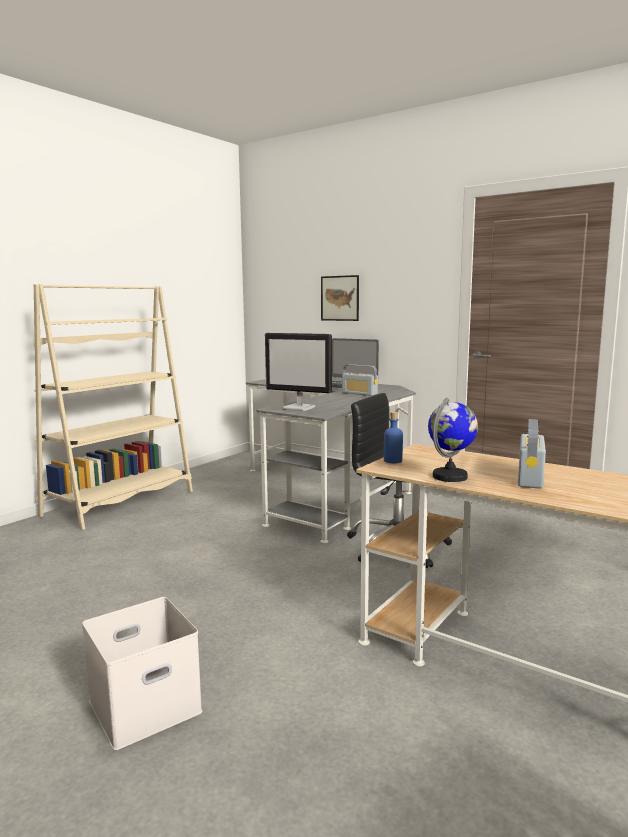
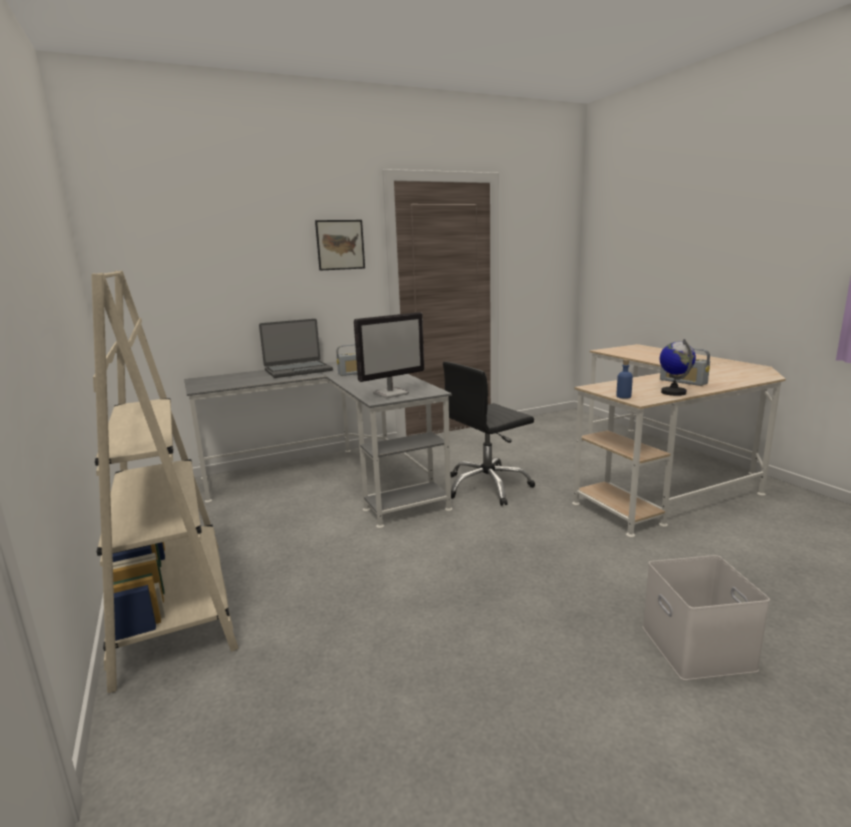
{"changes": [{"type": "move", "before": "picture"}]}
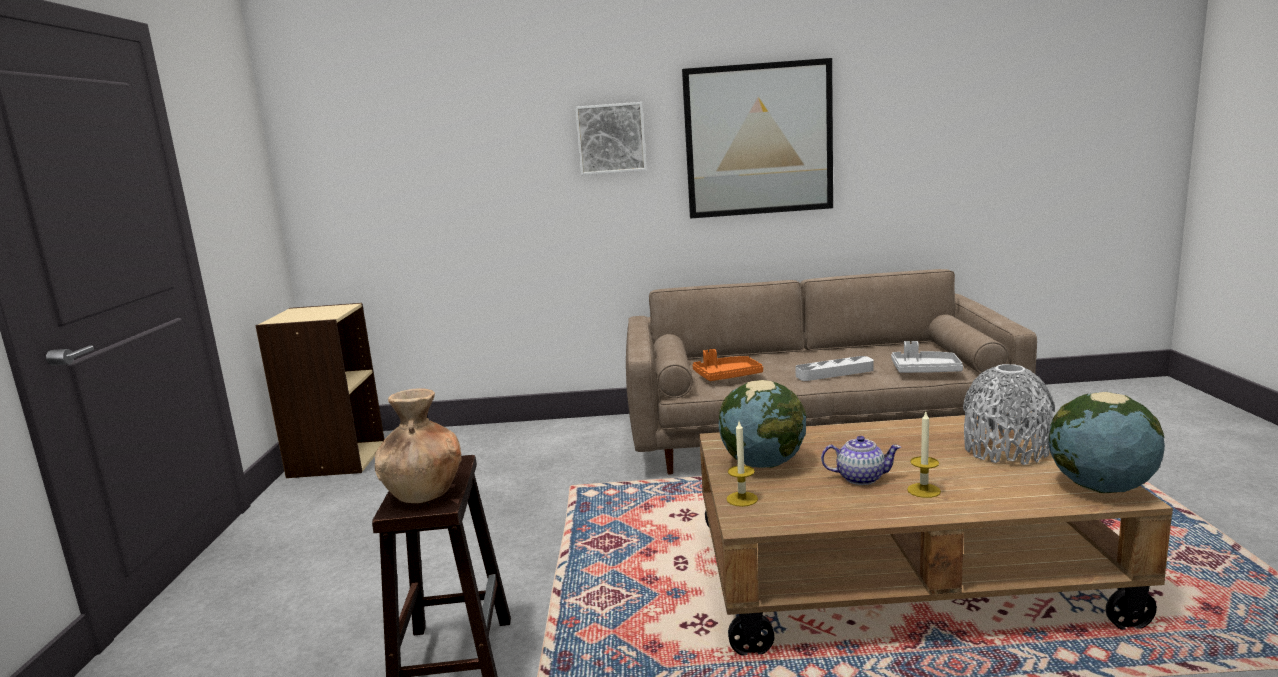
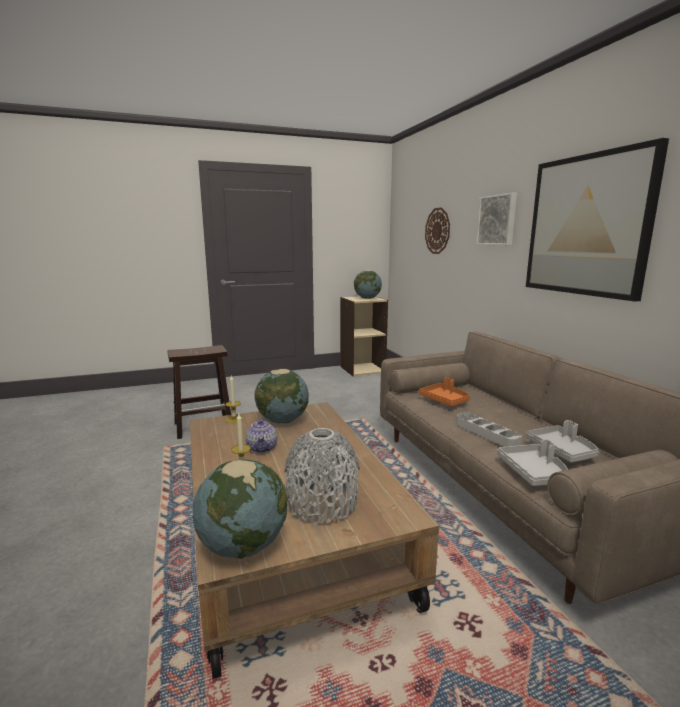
{"changes": [{"type": "delete", "before": "brown_vase"}, {"type": "insert", "after": "globe (3rd from left)"}, {"type": "insert", "after": "wall_clock"}, {"type": "insert", "after": "grey_tray (3rd from left)"}]}
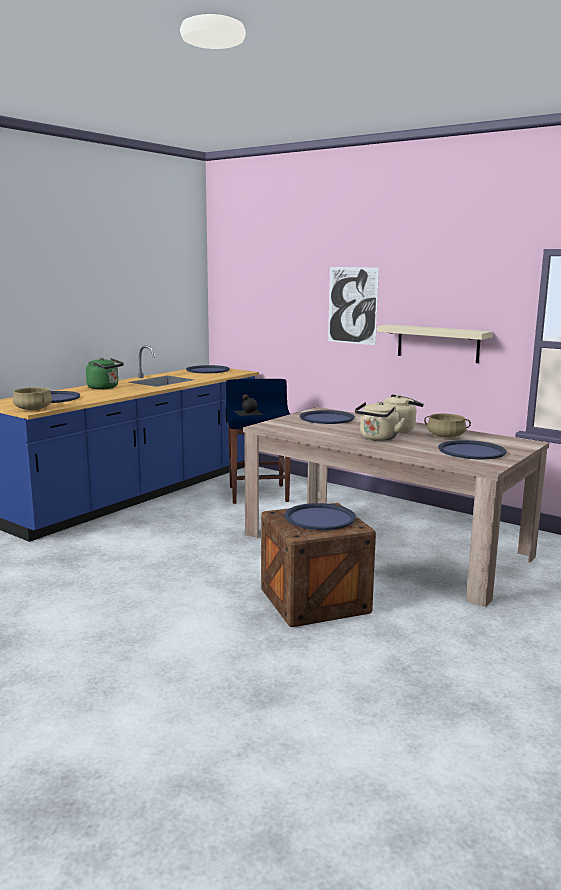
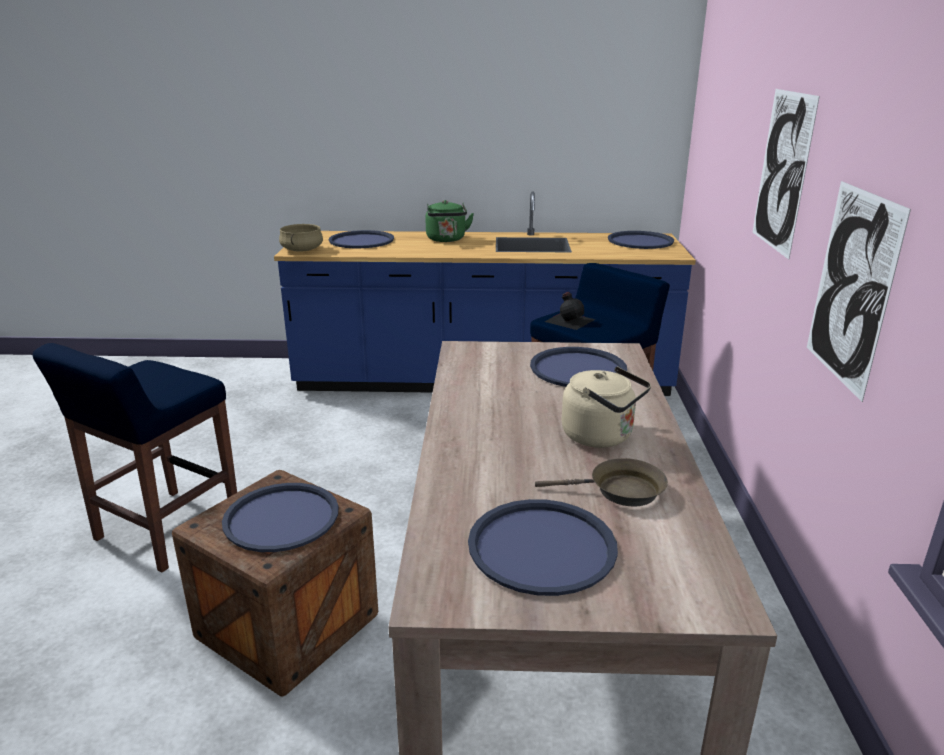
{"changes": [{"type": "delete", "before": "beige_kettle (1st from left)"}, {"type": "insert", "after": "blue_stool (1st from left)"}, {"type": "replace", "before": "beige_shelf", "after": "picture (2nd from left)"}, {"type": "replace", "before": "beige_cooking_pot (2nd from left)", "after": "brown_frying_pan"}]}
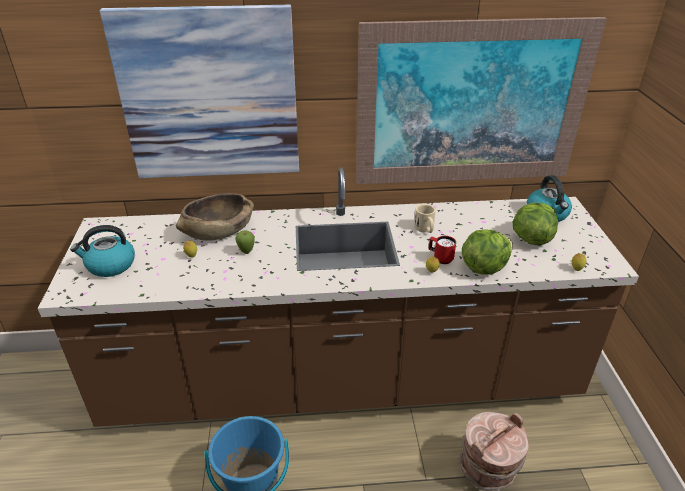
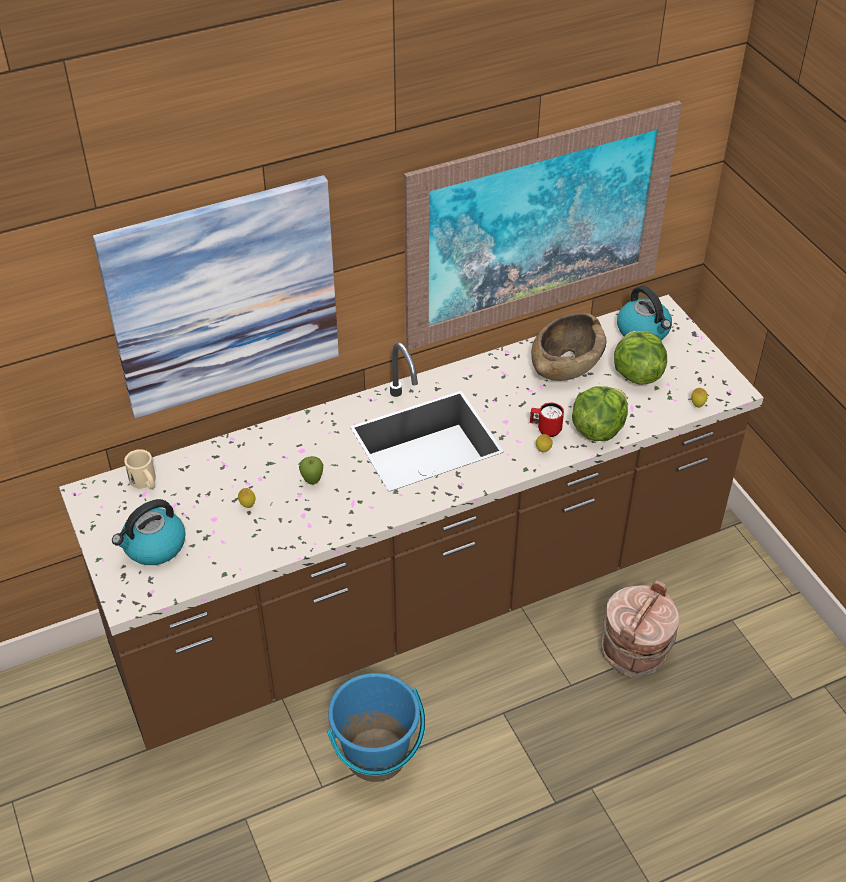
{"changes": [{"type": "move", "before": "brown_bowl"}, {"type": "move", "before": "beige_mug"}]}
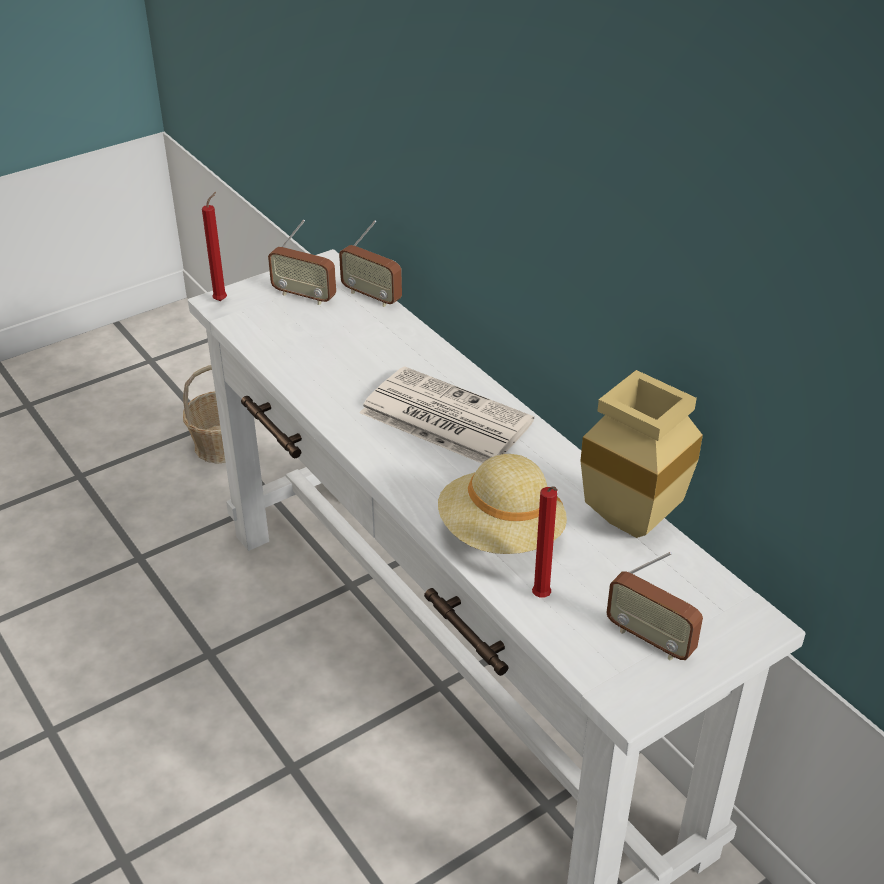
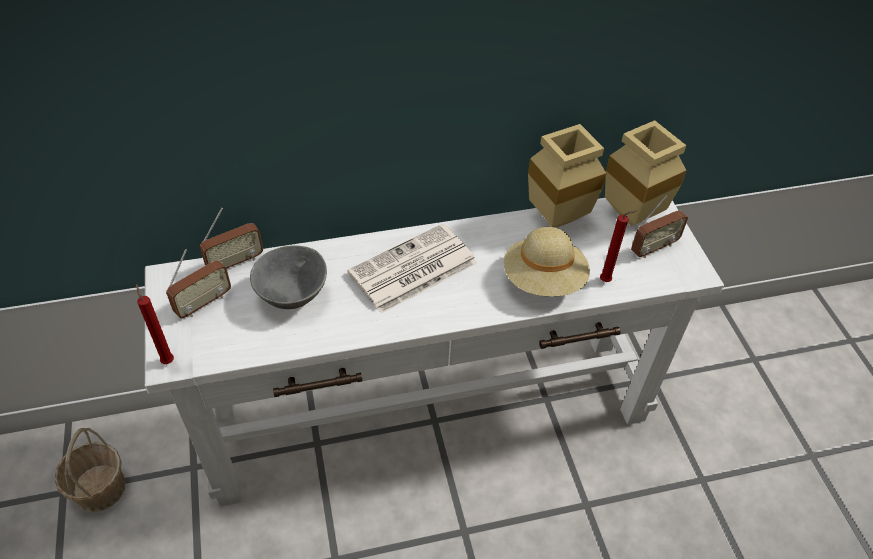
{"changes": [{"type": "insert", "after": "grey_bowl"}, {"type": "insert", "after": "beige_vase (2nd from left)"}]}
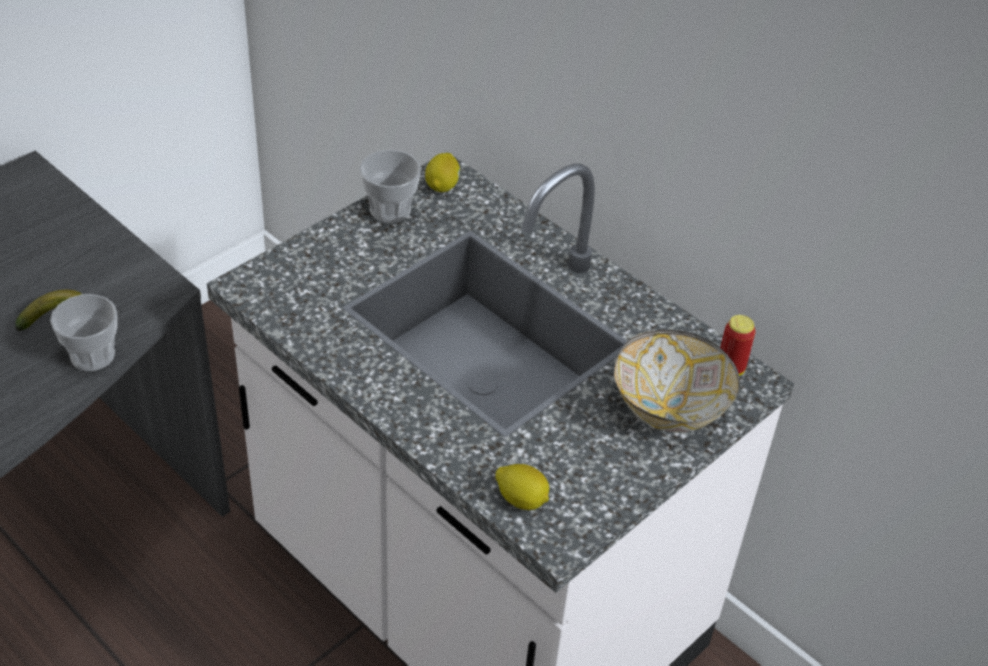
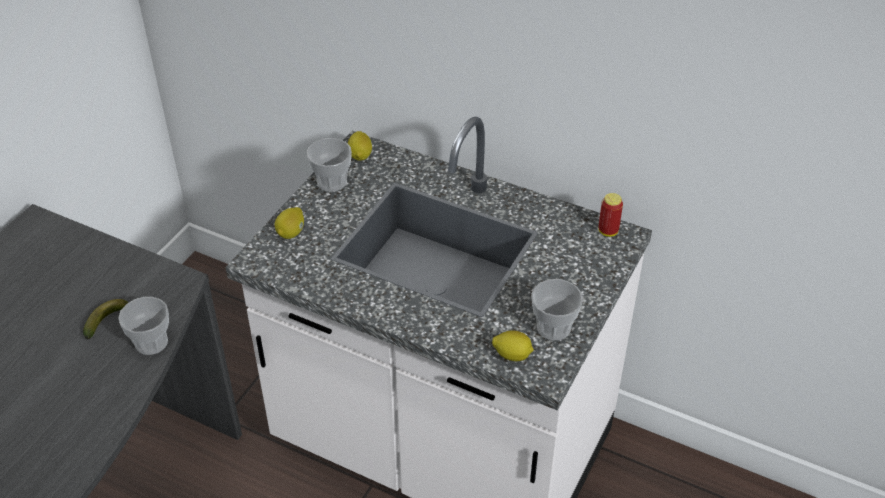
{"changes": [{"type": "delete", "before": "bowl"}, {"type": "insert", "after": "lemon (1st from left)"}, {"type": "insert", "after": "cup (3rd from left)"}]}
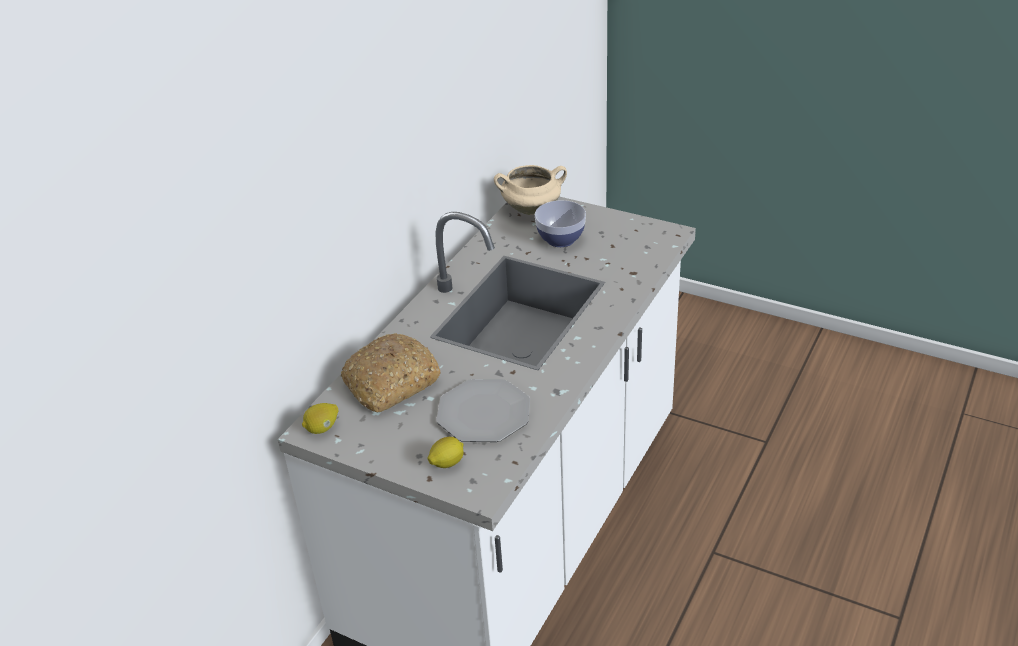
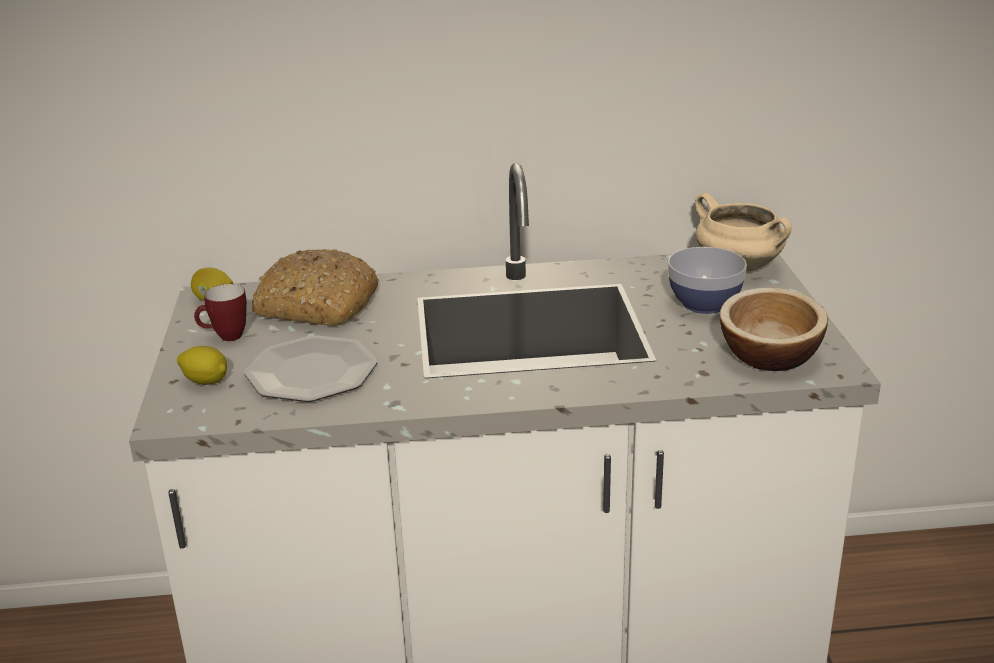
{"changes": [{"type": "insert", "after": "mug"}, {"type": "insert", "after": "bowl (2nd from left)"}]}
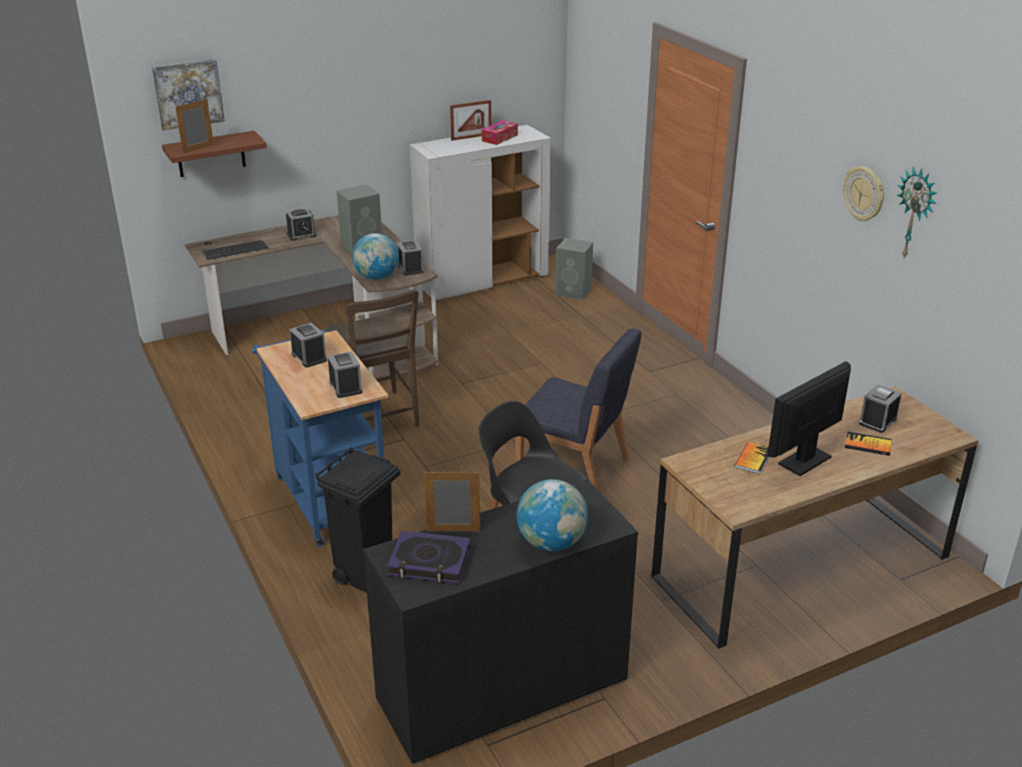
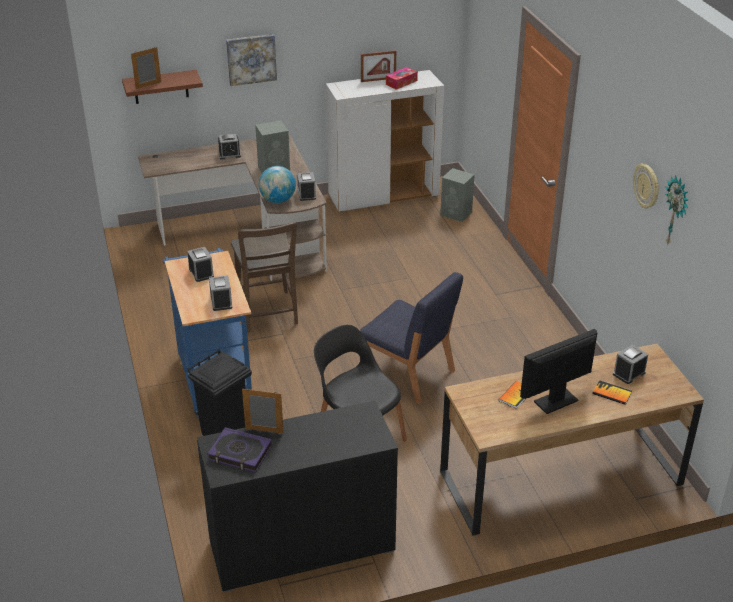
{"changes": [{"type": "delete", "before": "keyboard"}, {"type": "delete", "before": "globe (2nd from left)"}, {"type": "move", "before": "picture"}]}
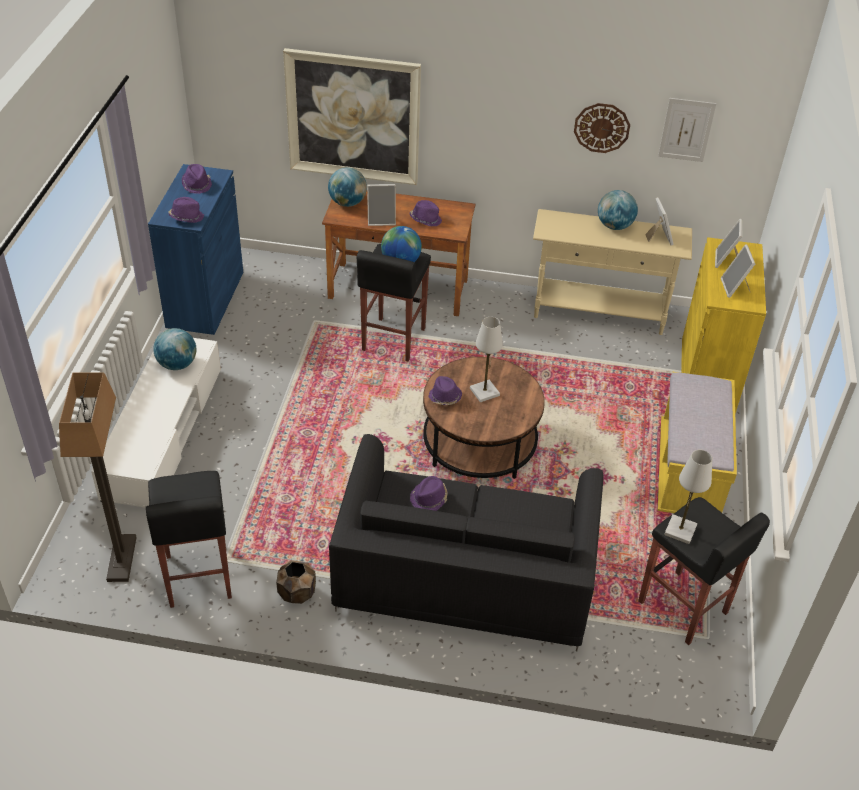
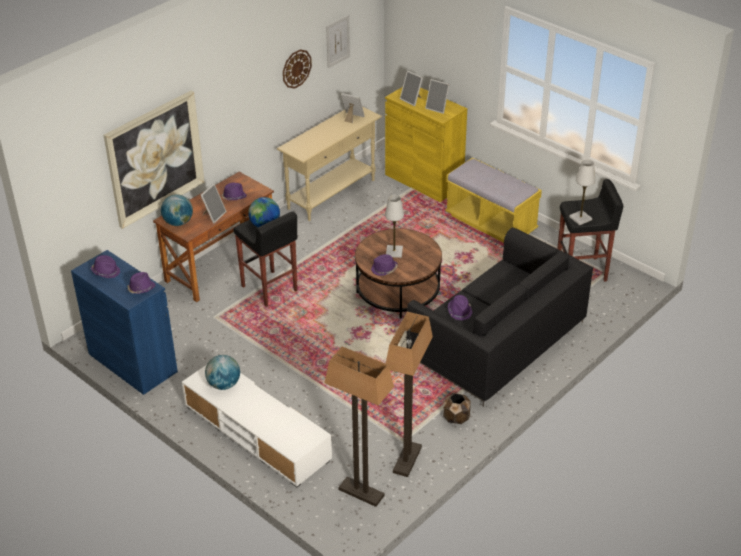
{"changes": [{"type": "delete", "before": "globe (4th from left)"}, {"type": "replace", "before": "black_stool (1st from left)", "after": "floor_lamp (2nd from left)"}]}
